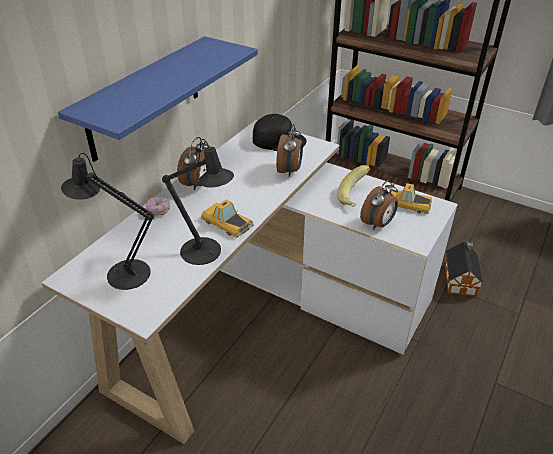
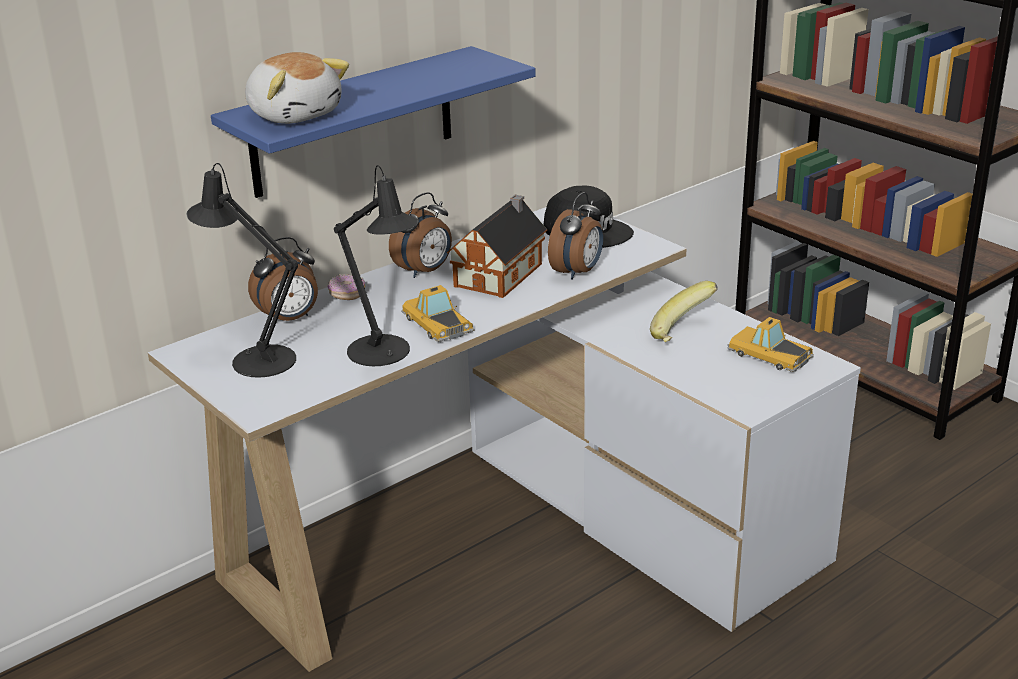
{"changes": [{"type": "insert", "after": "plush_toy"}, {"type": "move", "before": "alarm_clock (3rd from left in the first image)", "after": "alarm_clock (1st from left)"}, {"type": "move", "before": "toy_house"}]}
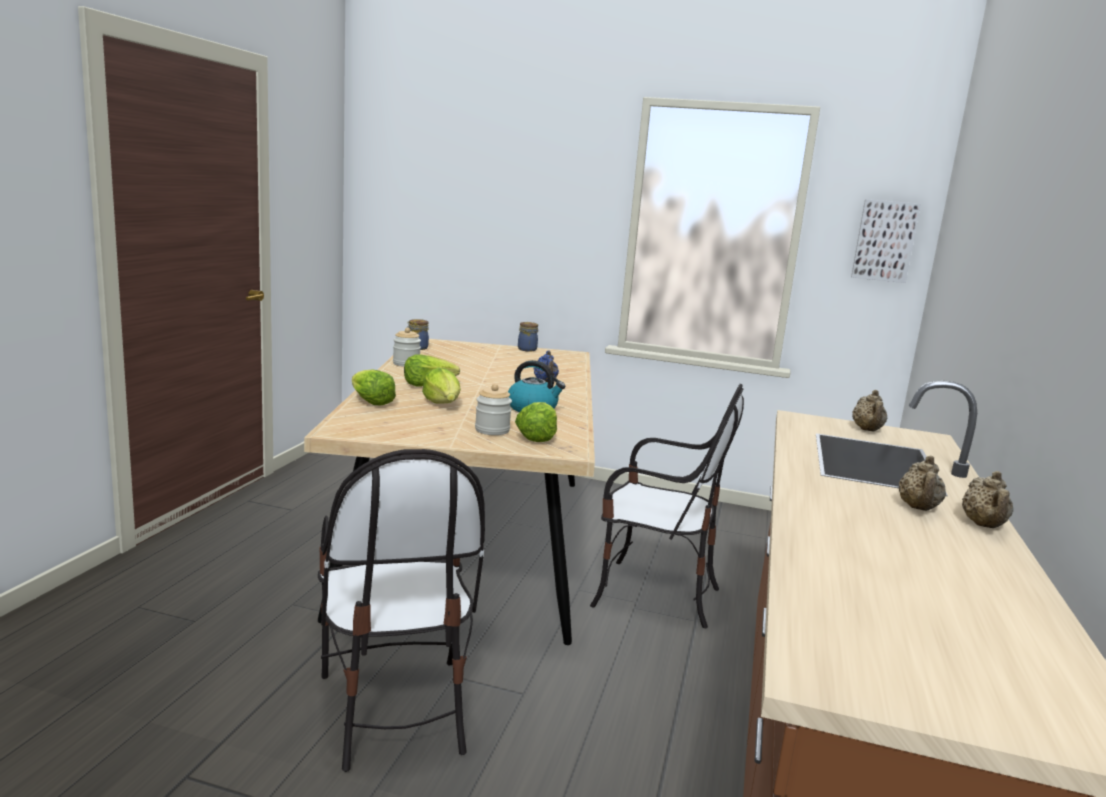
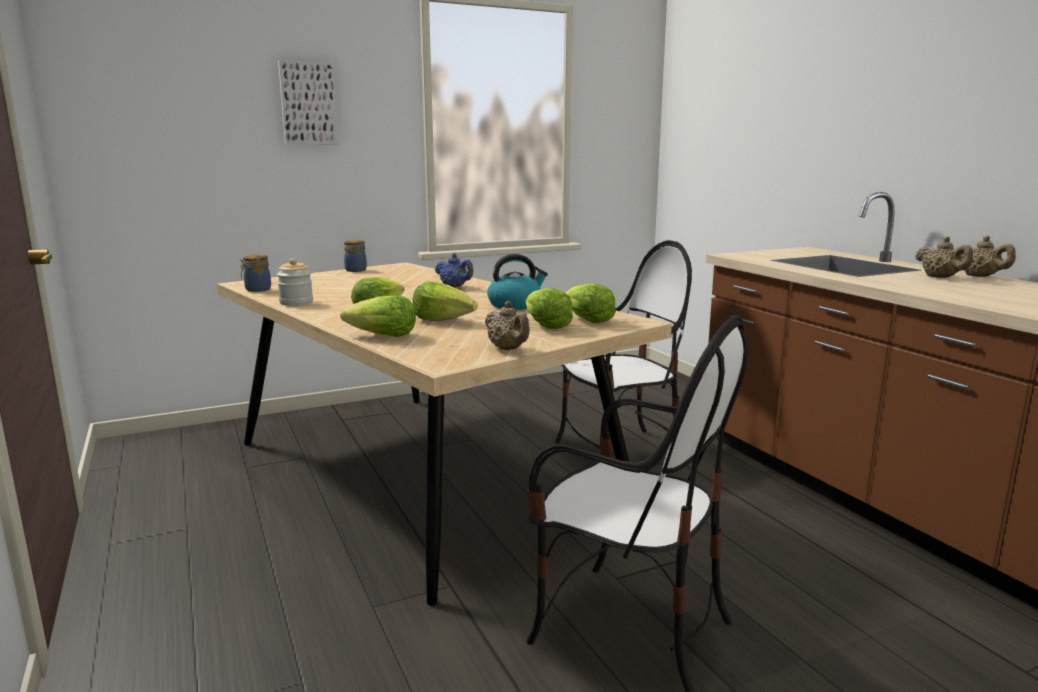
{"changes": [{"type": "move", "before": "picture"}, {"type": "move", "before": "beige_teapot (1st from left)"}, {"type": "replace", "before": "jar (3rd from left)", "after": "lettuce (4th from left)"}]}
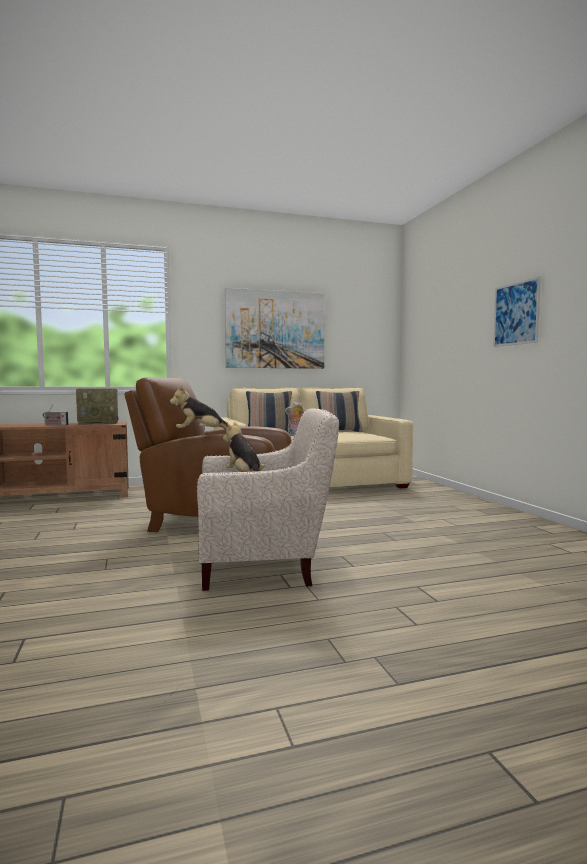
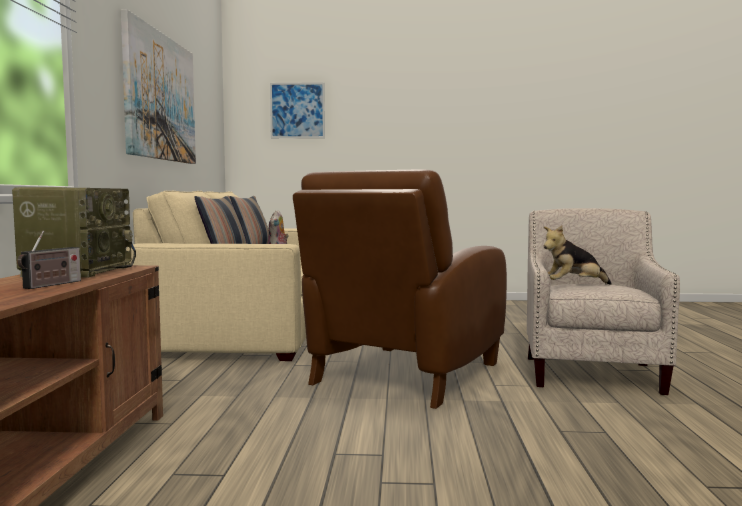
{"changes": [{"type": "delete", "before": "plush_toy (1st from left)"}, {"type": "move", "before": "picture (2nd from left)"}]}
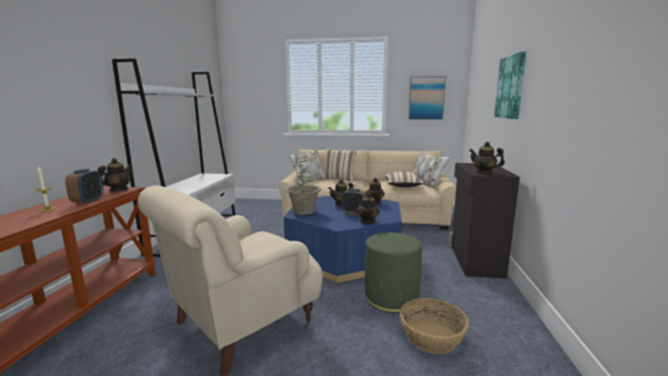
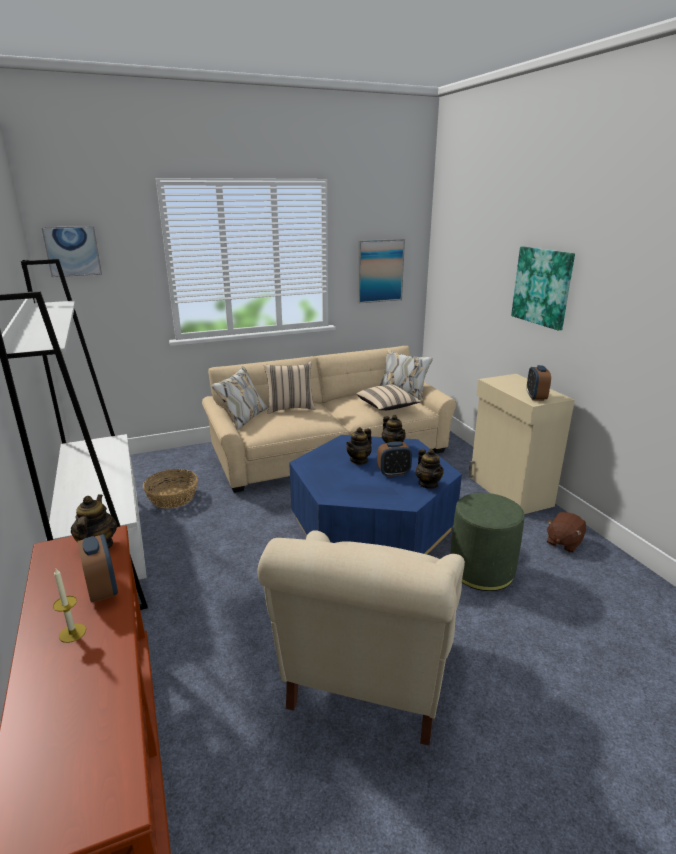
{"changes": [{"type": "delete", "before": "potted_plant"}, {"type": "insert", "after": "picture (1st from left)"}, {"type": "insert", "after": "brown_plush_toy"}, {"type": "move", "before": "basket"}, {"type": "replace", "before": "teapot (5th from left)", "after": "alarm_clock (3rd from left)"}, {"type": "recolor", "before": "black_cabinet", "after": "beige_cabinet"}]}
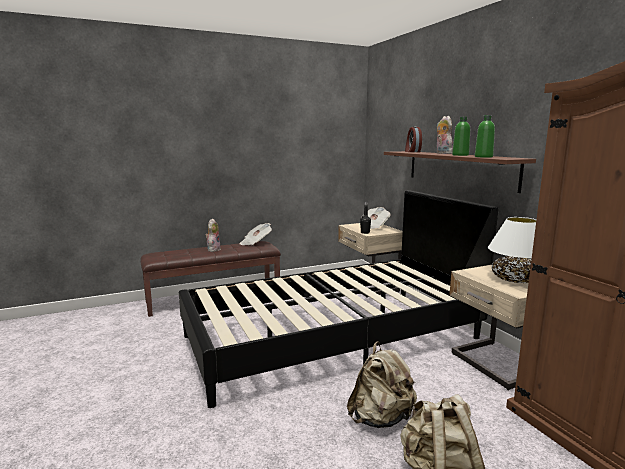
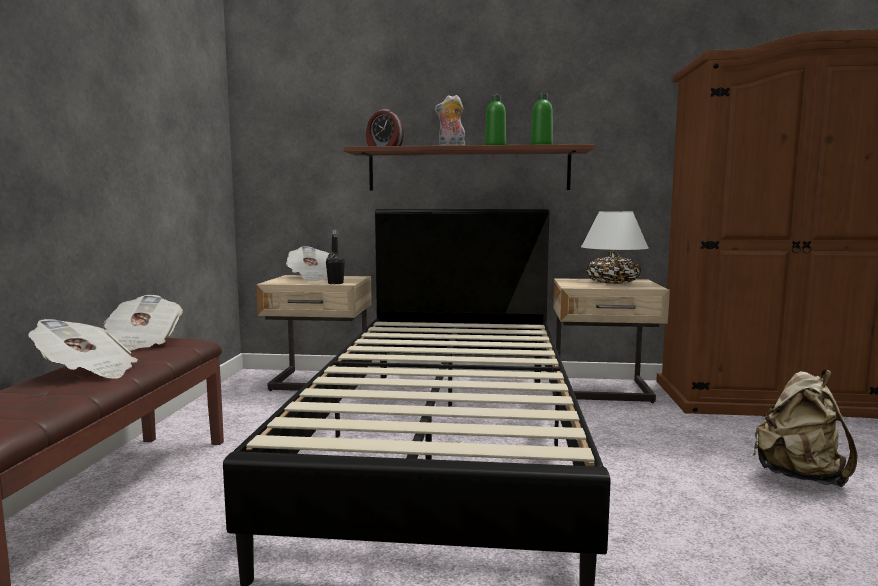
{"changes": [{"type": "delete", "before": "beige_backpack (1st from left)"}, {"type": "replace", "before": "plush_toy (1st from left)", "after": "newspaper (1st from left)"}]}
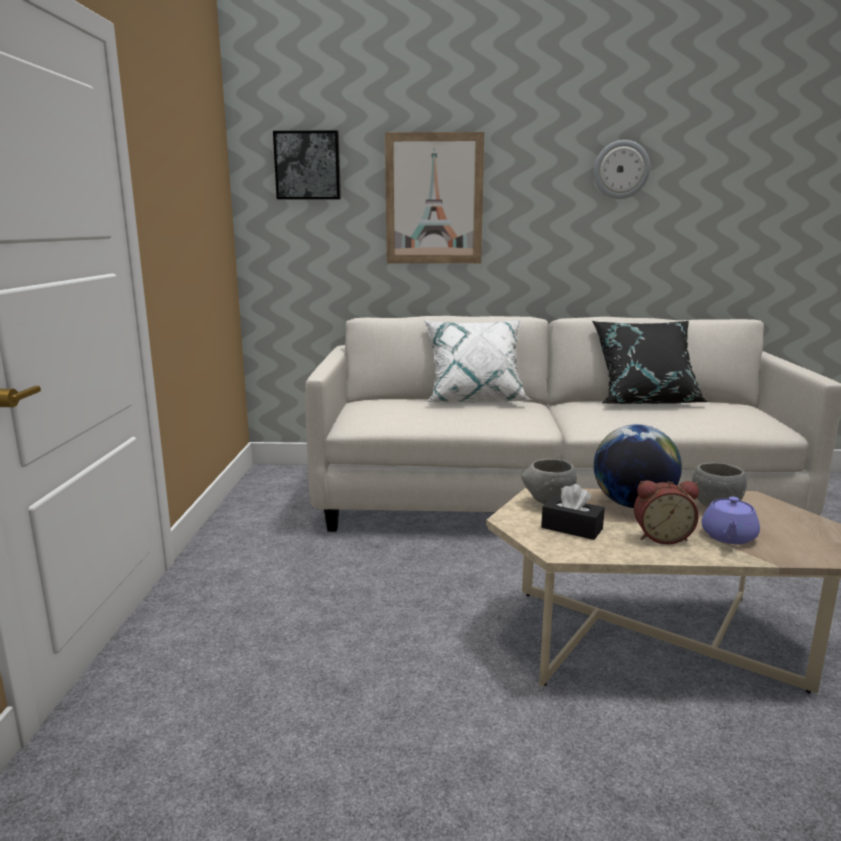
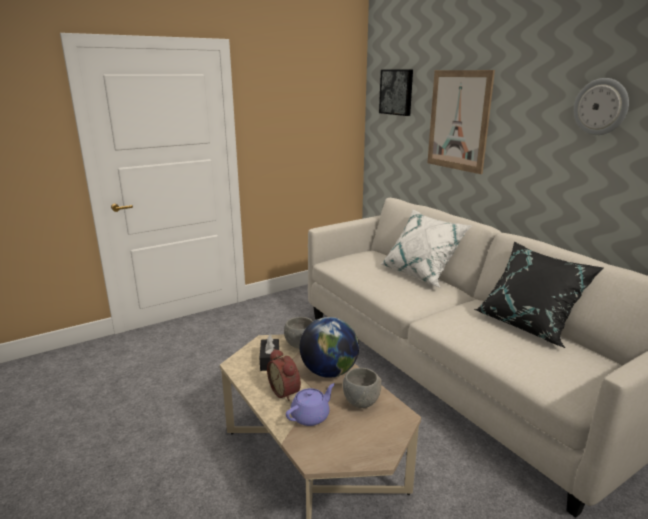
{"changes": [{"type": "rotate", "before": "purple_teapot", "turn": 150}]}
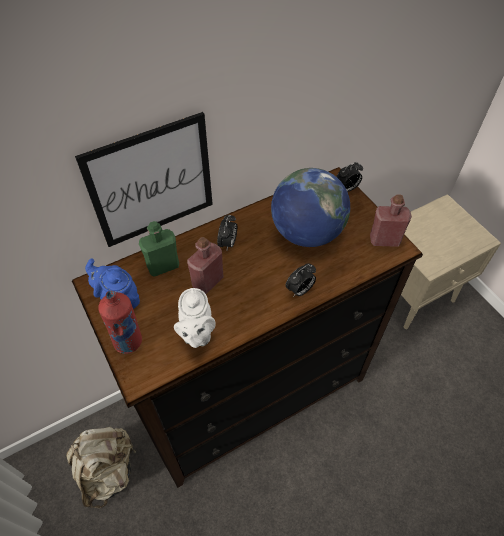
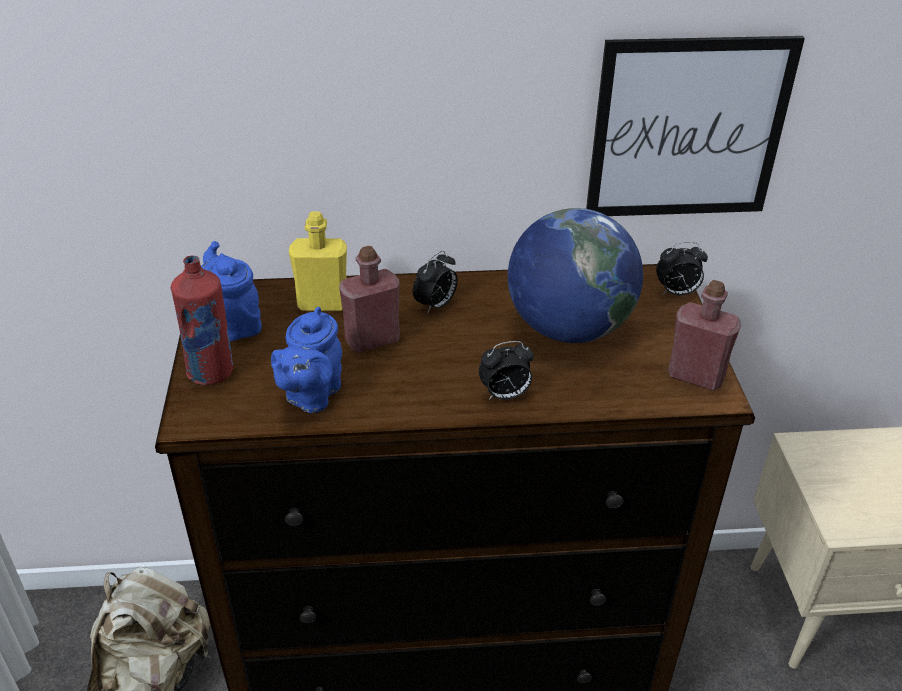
{"changes": [{"type": "move", "before": "picture"}, {"type": "recolor", "before": "green_bottle", "after": "yellow_bottle"}, {"type": "recolor", "before": "white_teapot", "after": "blue_teapot (2nd from left)"}]}
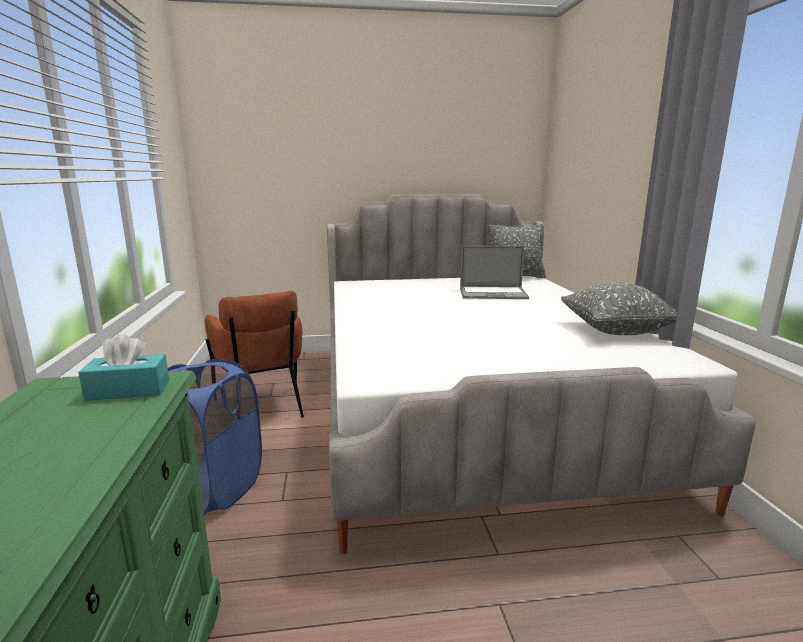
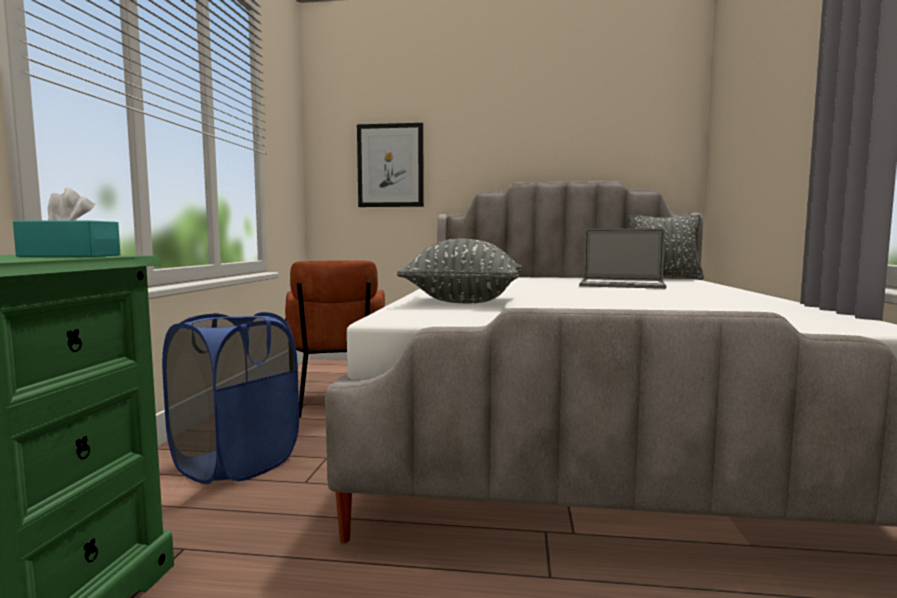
{"changes": [{"type": "insert", "after": "picture"}, {"type": "move", "before": "grey_pillow (2nd from left in the first image)", "after": "grey_pillow (1st from left)"}]}
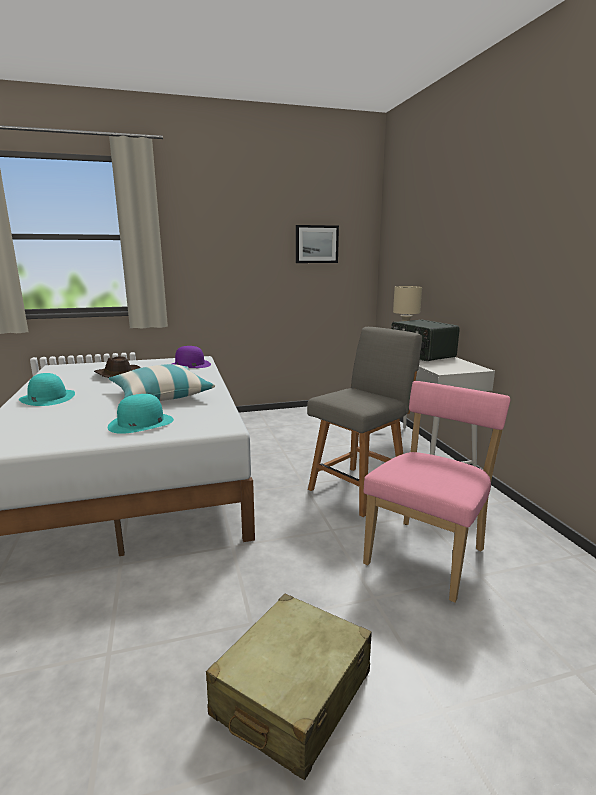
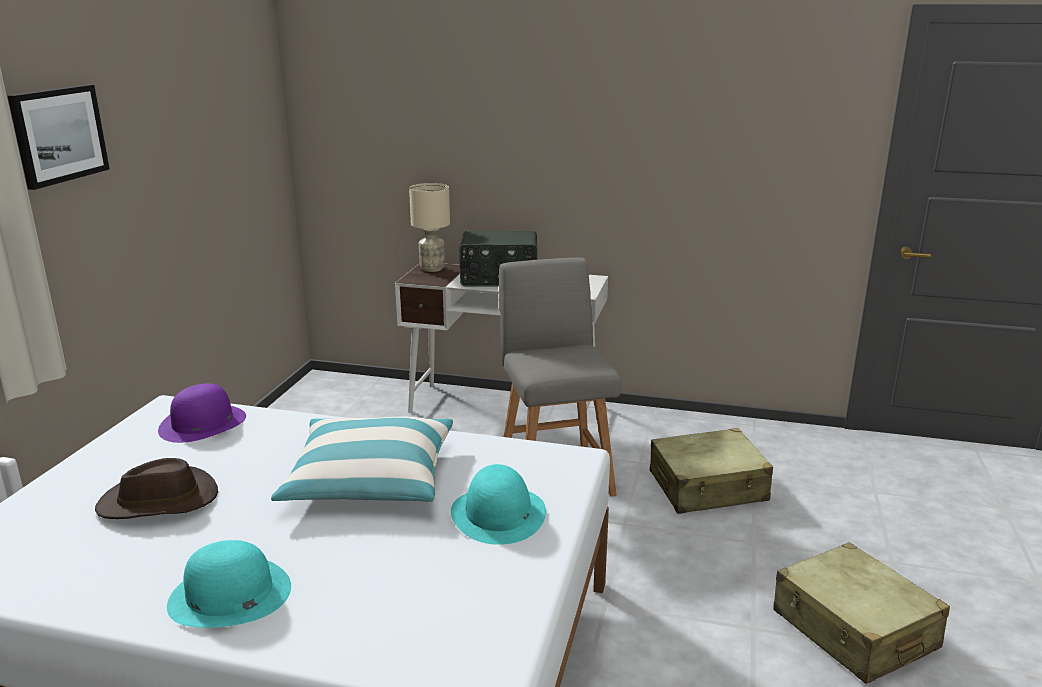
{"changes": [{"type": "move", "before": "picture"}, {"type": "replace", "before": "pink_chair", "after": "beige_suitcase (1st from left)"}]}
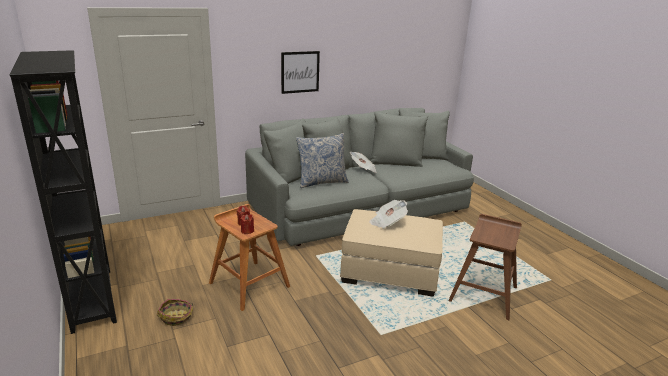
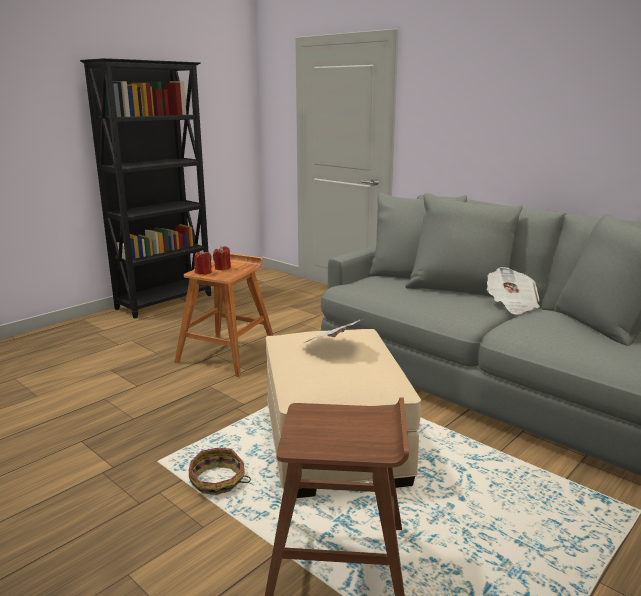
{"changes": [{"type": "delete", "before": "picture"}, {"type": "delete", "before": "pillow"}, {"type": "move", "before": "basket"}]}
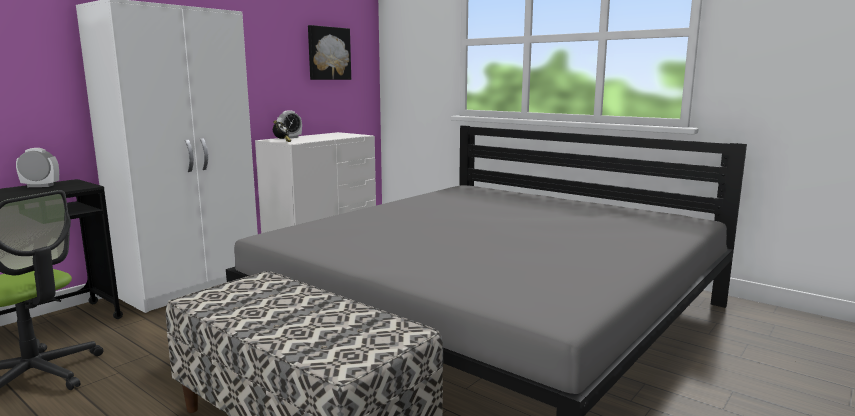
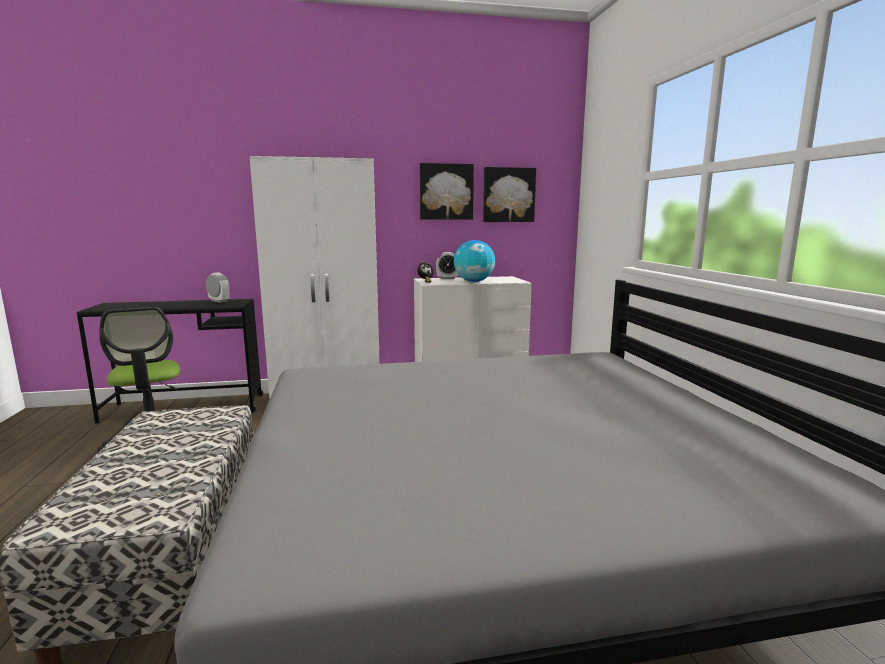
{"changes": [{"type": "insert", "after": "picture (1st from left)"}, {"type": "insert", "after": "globe"}]}
